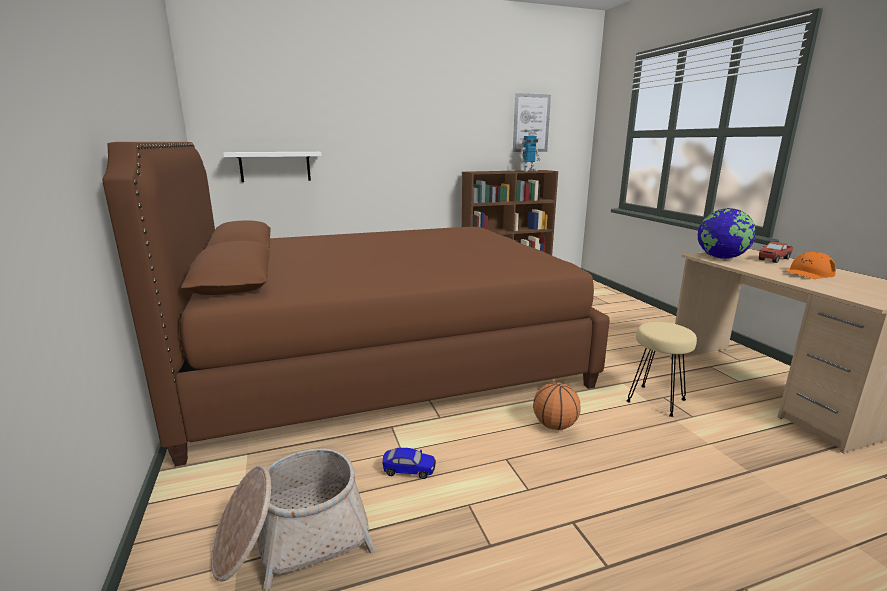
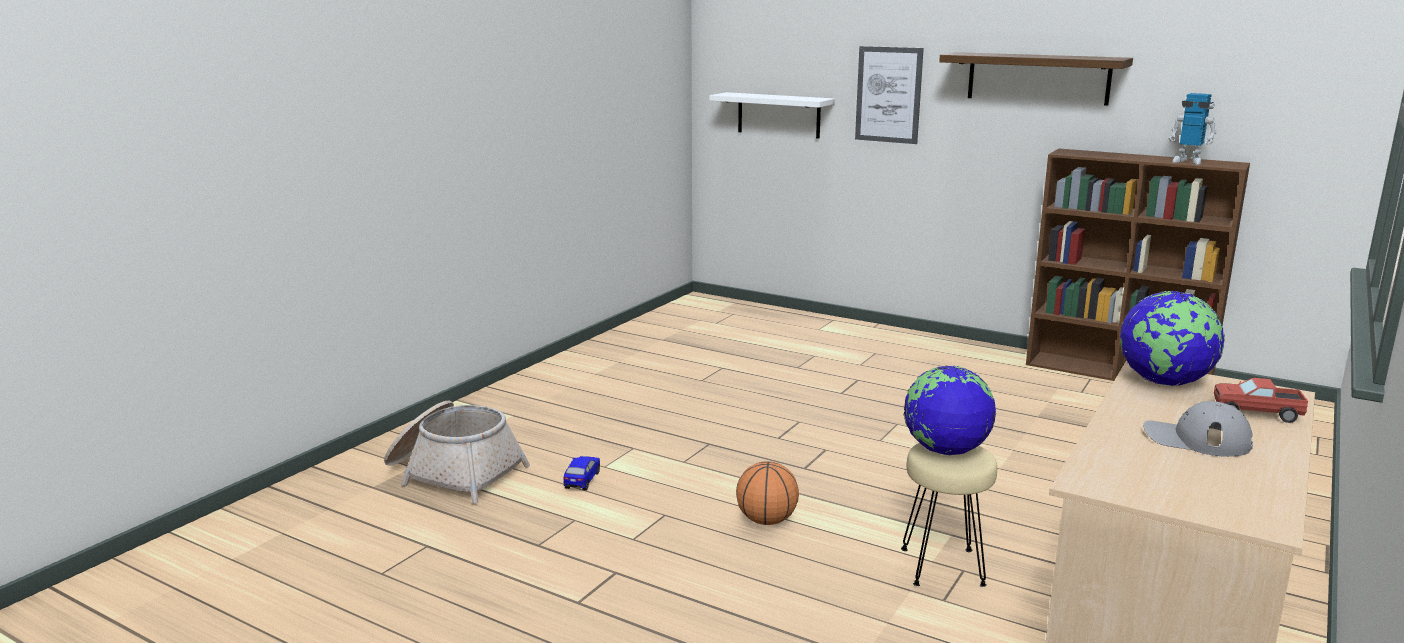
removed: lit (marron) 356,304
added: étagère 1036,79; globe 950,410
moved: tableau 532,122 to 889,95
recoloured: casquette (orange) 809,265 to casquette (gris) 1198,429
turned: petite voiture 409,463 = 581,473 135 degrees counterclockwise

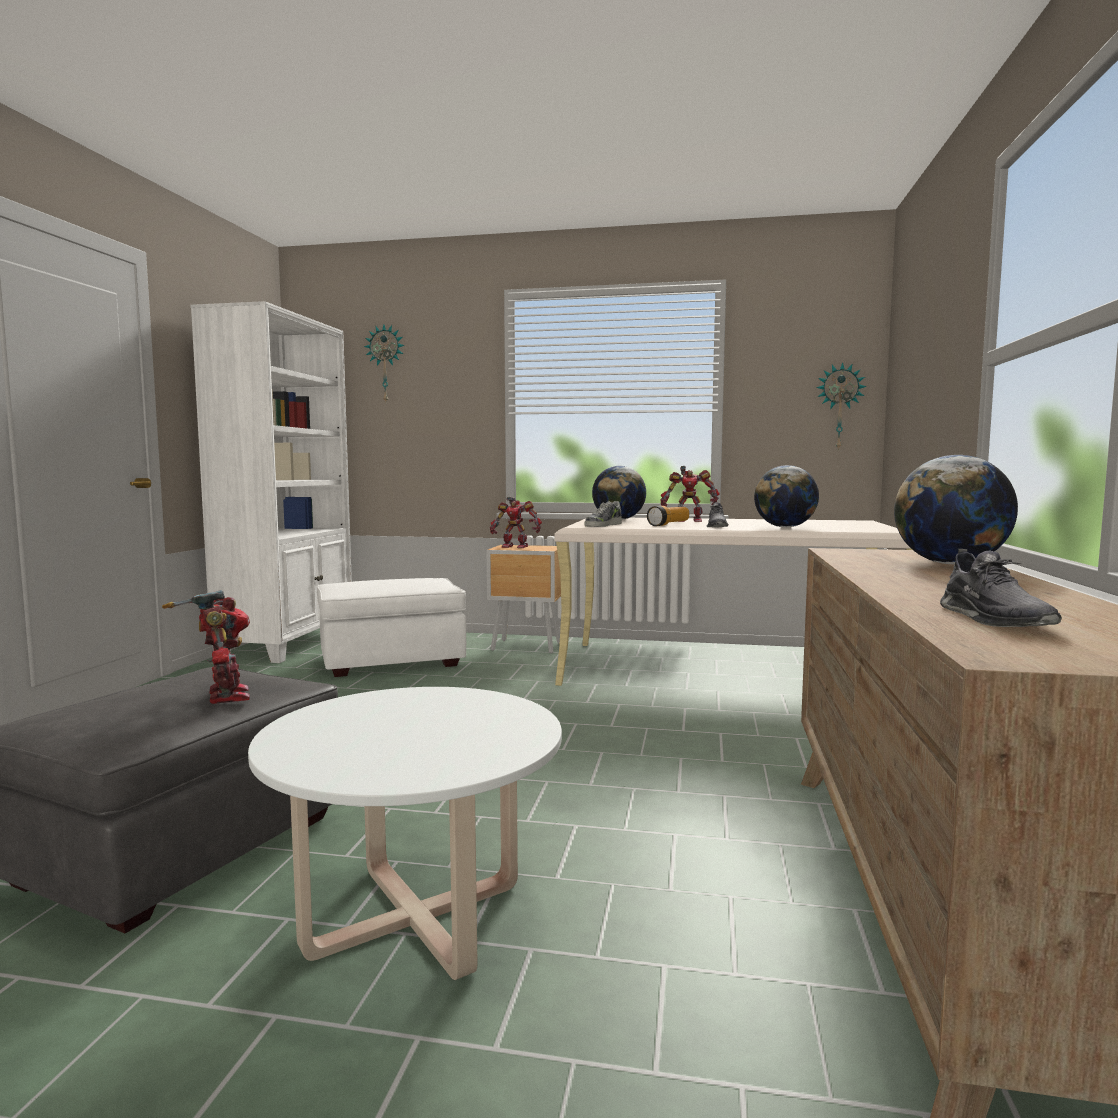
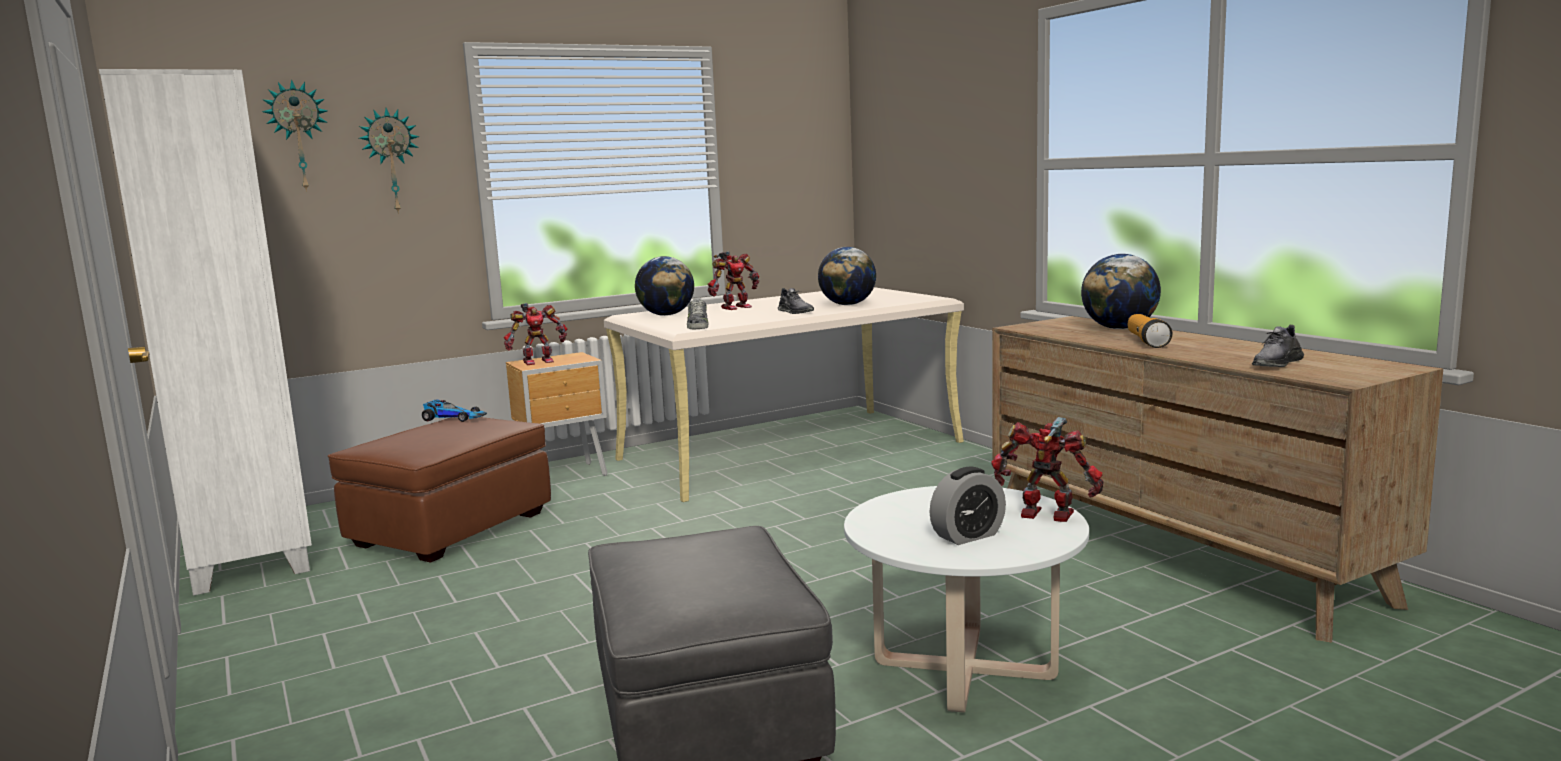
added: petite voiture 454,410; réveil 967,506
moved: horloge murale 841,406 to 389,161; lampe de poche 668,516 to 1150,331; robot jouet 206,647 to 1047,469
recoloured: pouf (blanc) 391,627 to pouf (marron) 439,490
turned: chaussure (gris) 1001,588 = 1278,346 90 degrees clockwise

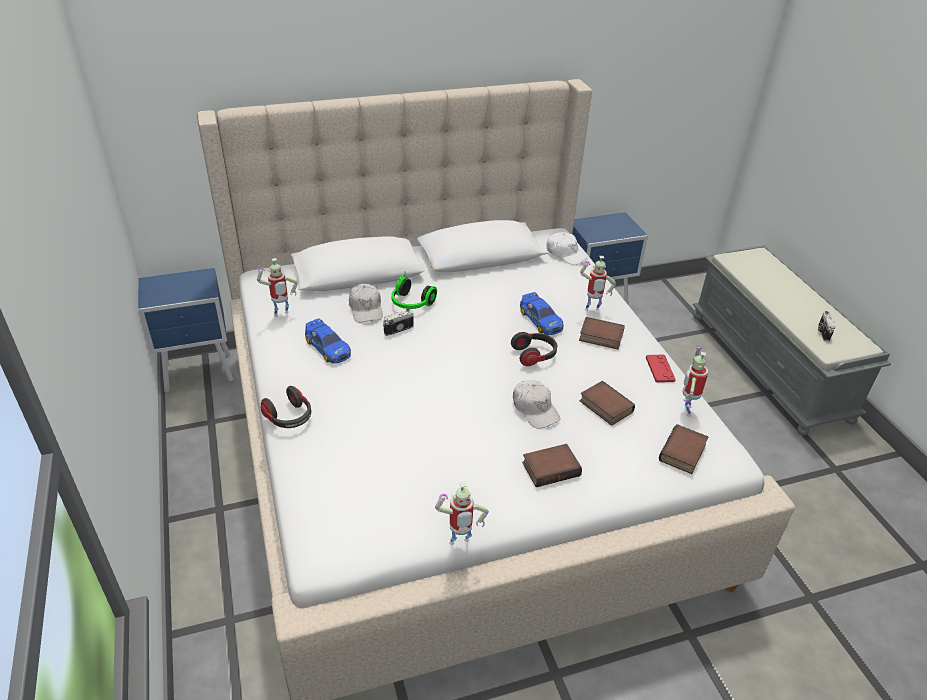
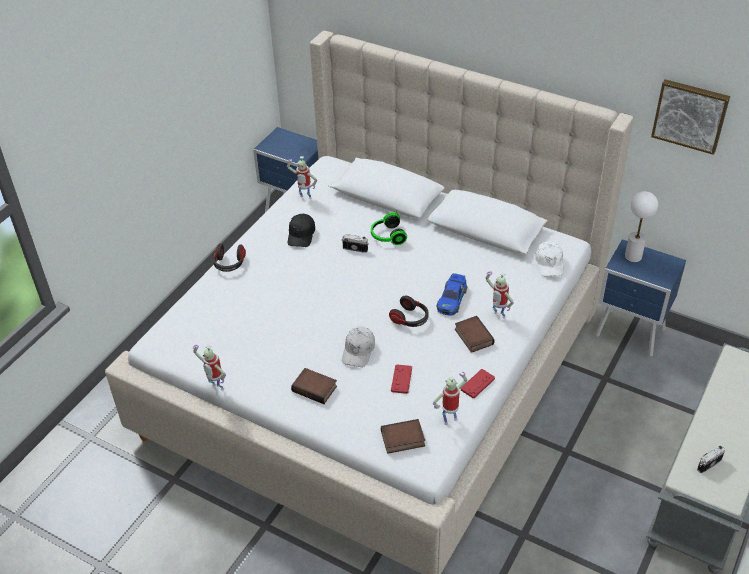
removed: casquette (blanc) 366,303
added: tableau 690,117; lampe de table (blanc) 641,226
replaced: petite voiture 328,341 to casquette (noir) 301,230; livre 607,403 to manette (rouge) 401,379

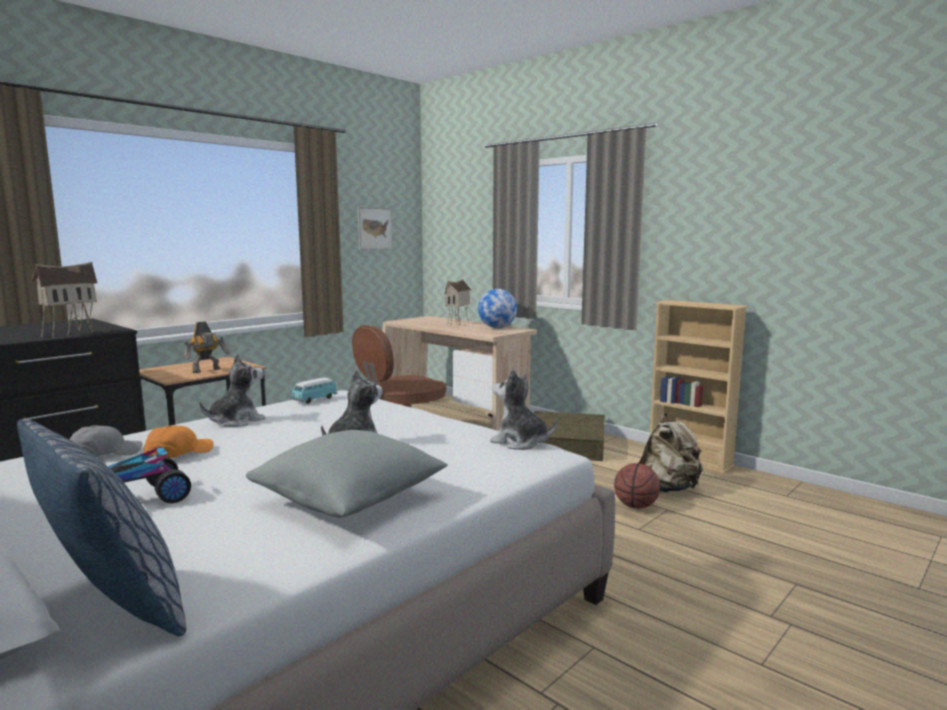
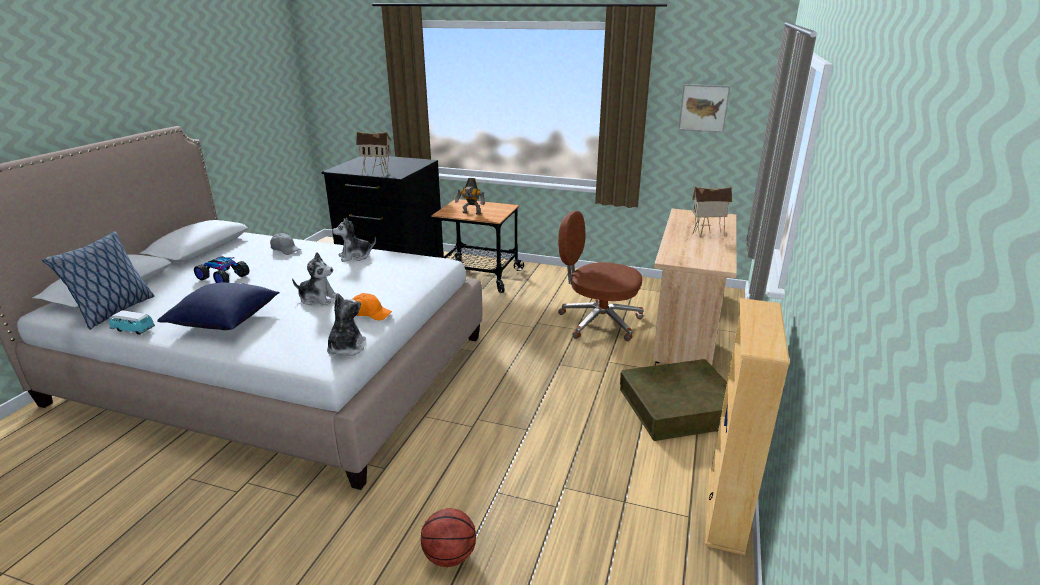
removed: globe 497,308; sac à dos (beige) 671,452
moved: petite voiture 314,390 to 132,322; casquette (orange) 178,442 to 372,306; ballon de basket 637,486 to 448,537
recoloured: coussin (gris) 347,474 to coussin (bleu) 218,306
turned: peluche 232,390 = 354,239 135 degrees clockwise

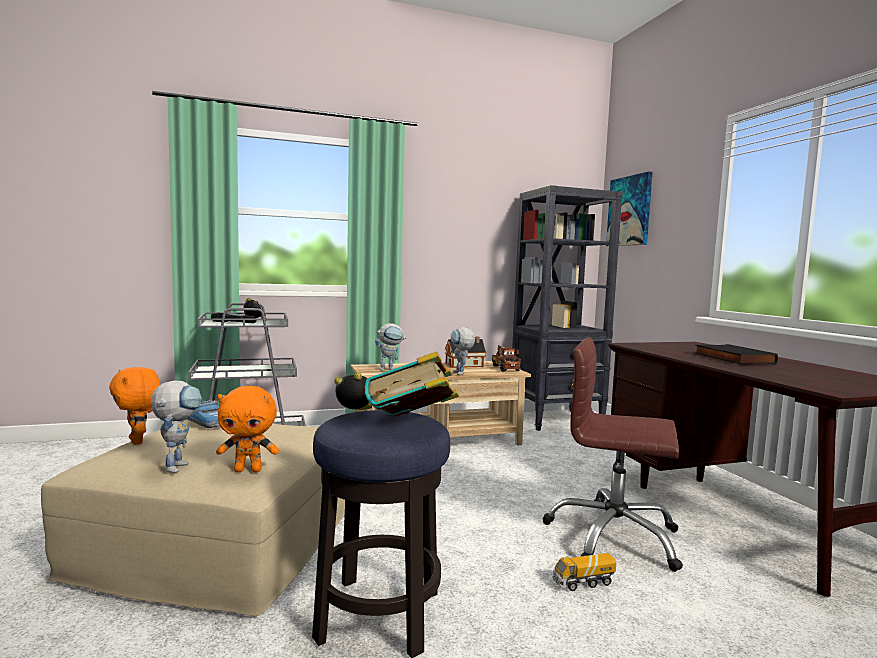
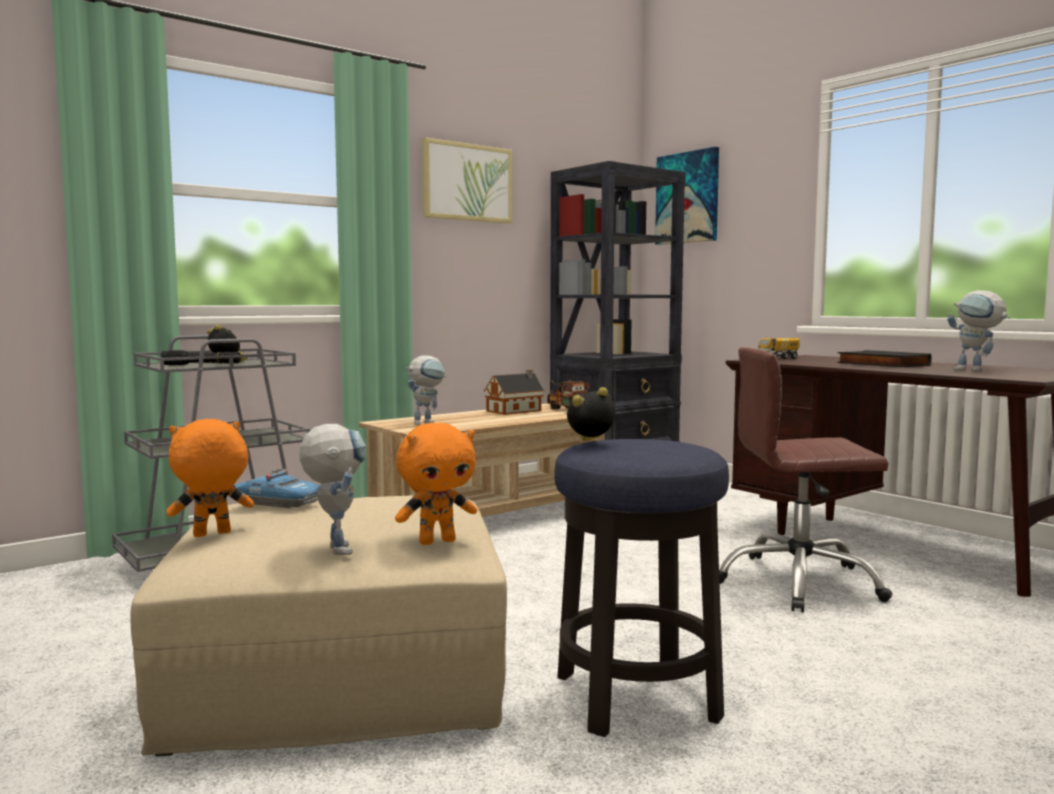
removed: livre 412,384
added: tableau 467,180
moved: robot jouet 463,351 to 978,330; camion jouet 584,572 to 779,348
turned: peluche (orange) 134,406 = 210,478 120 degrees clockwise

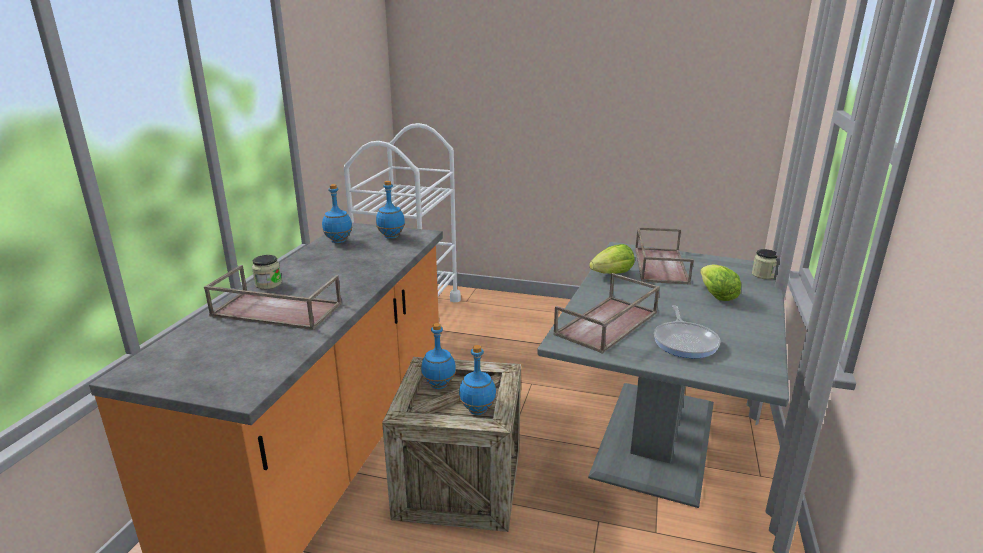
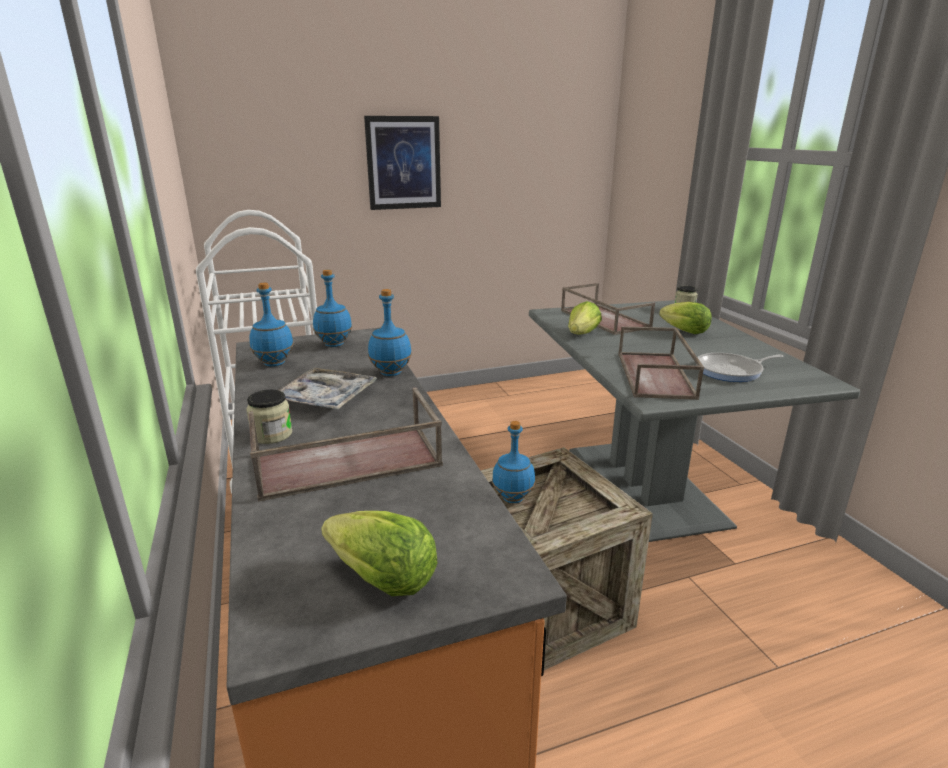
added: tableau 402,163; plateau 327,389; laitue 379,553
moved: bouteille (bleu) 477,380 to 390,332
turned: poêle 687,331 = 740,367 105 degrees clockwise

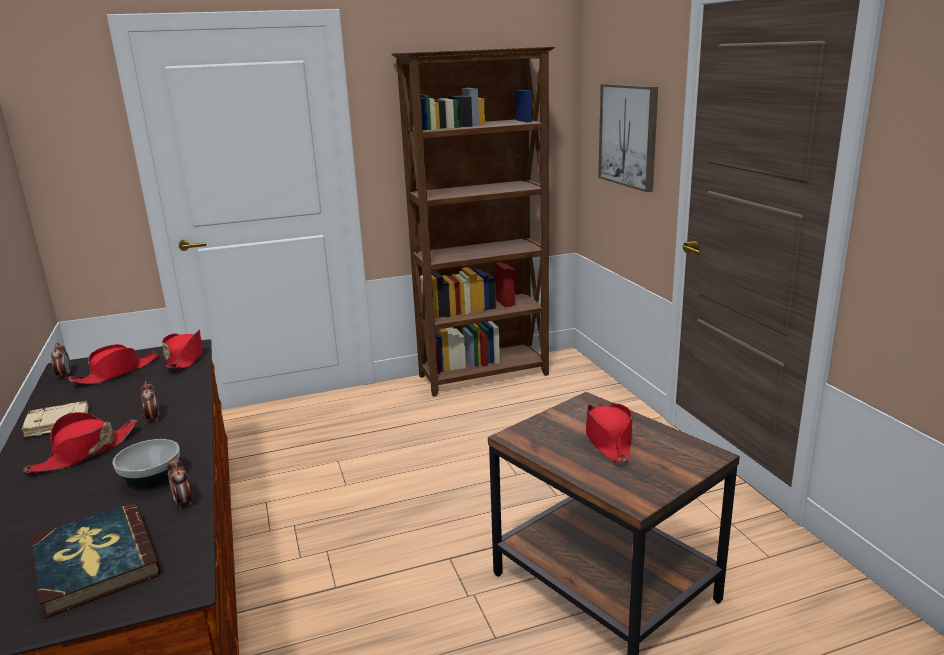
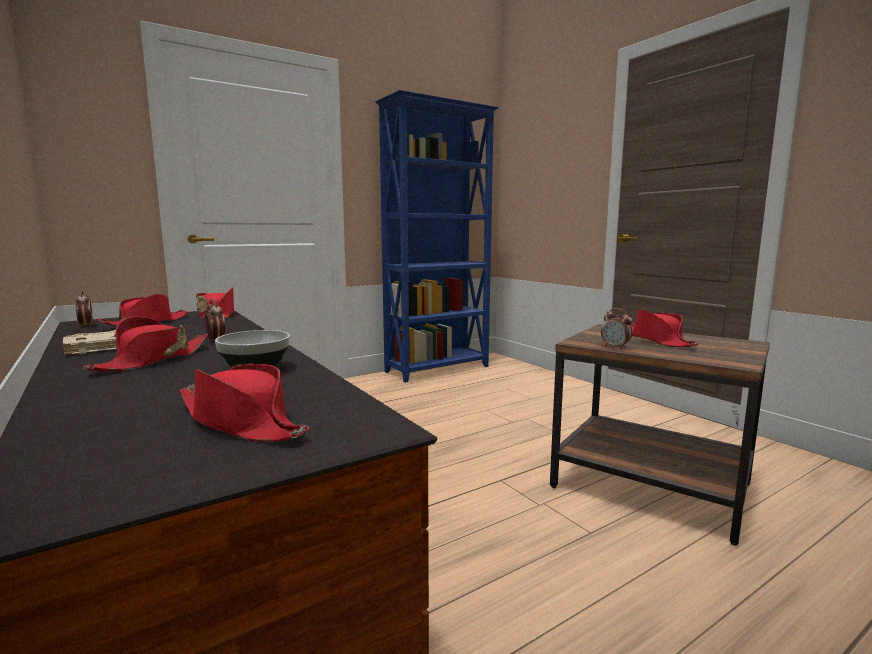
removed: tableau 628,138
moved: réveil 179,483 to 616,329
replaced: livre 95,561 to chapeau (rouge) 244,403
recoloured: bibliothèque (marron) 473,222 to bibliothèque (bleu) 437,236

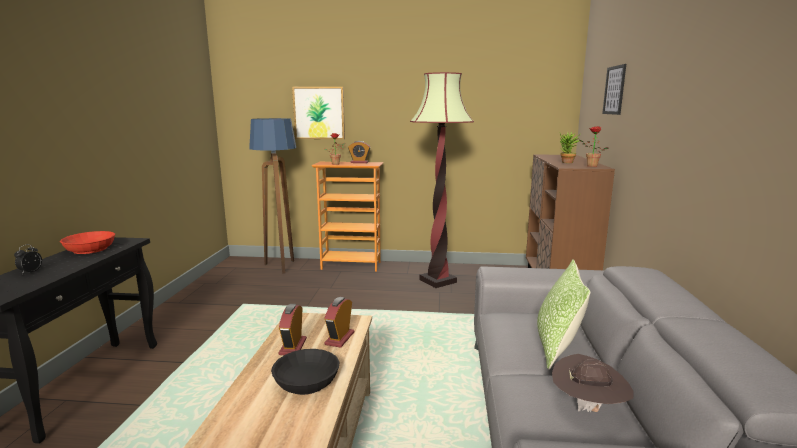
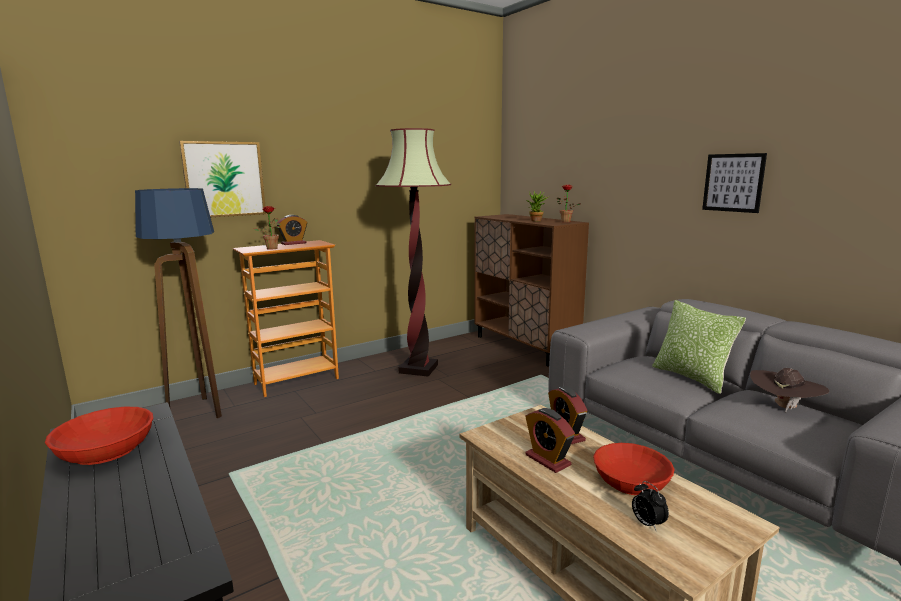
moved: tableau 614,89 to 734,183; réveil 28,259 to 650,505
recoloured: bol (noir) 305,372 to bol (rouge) 634,469

